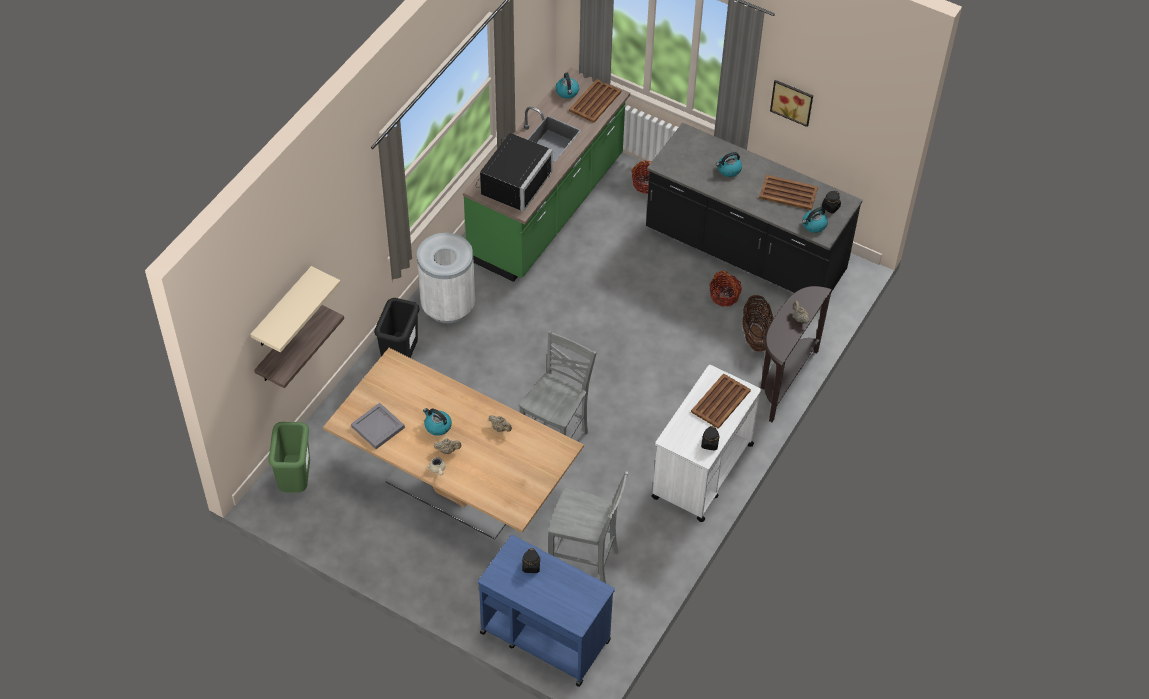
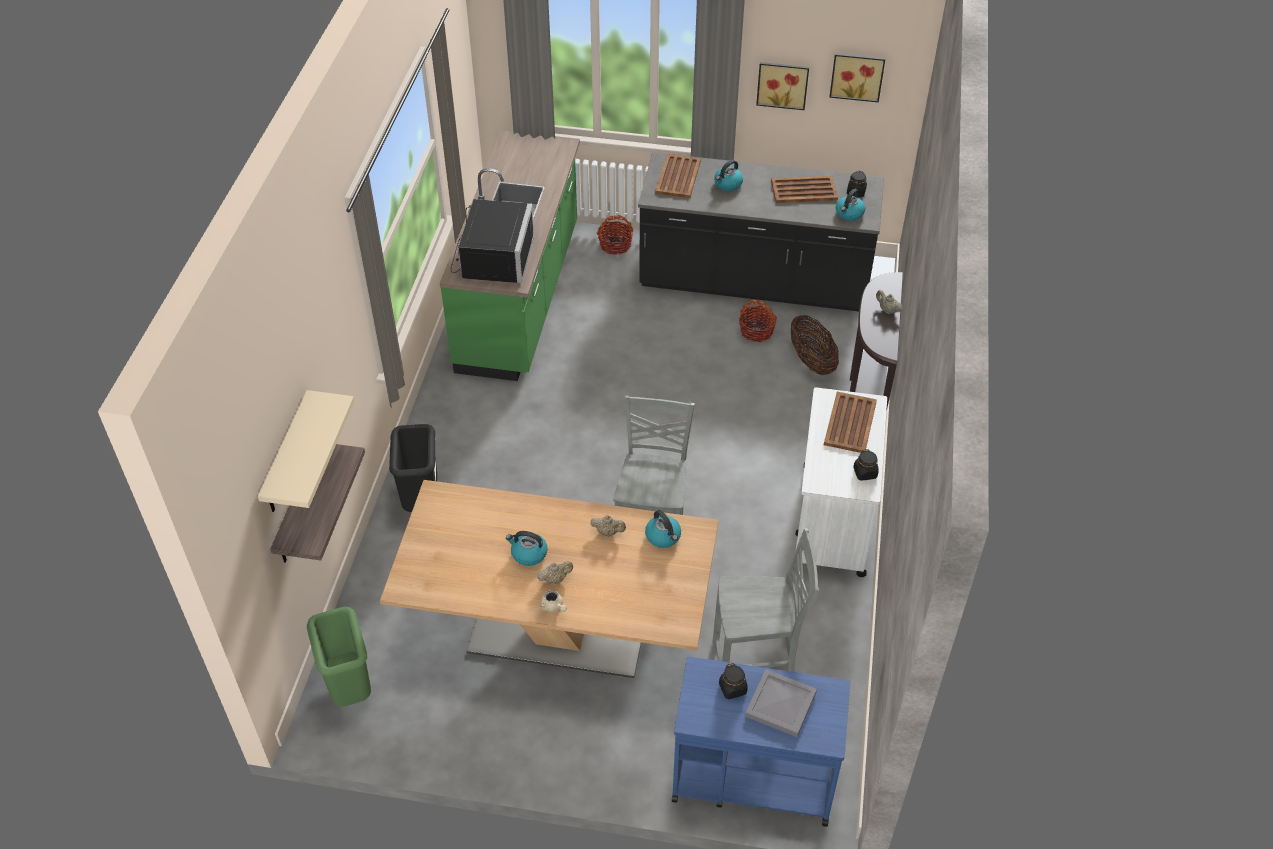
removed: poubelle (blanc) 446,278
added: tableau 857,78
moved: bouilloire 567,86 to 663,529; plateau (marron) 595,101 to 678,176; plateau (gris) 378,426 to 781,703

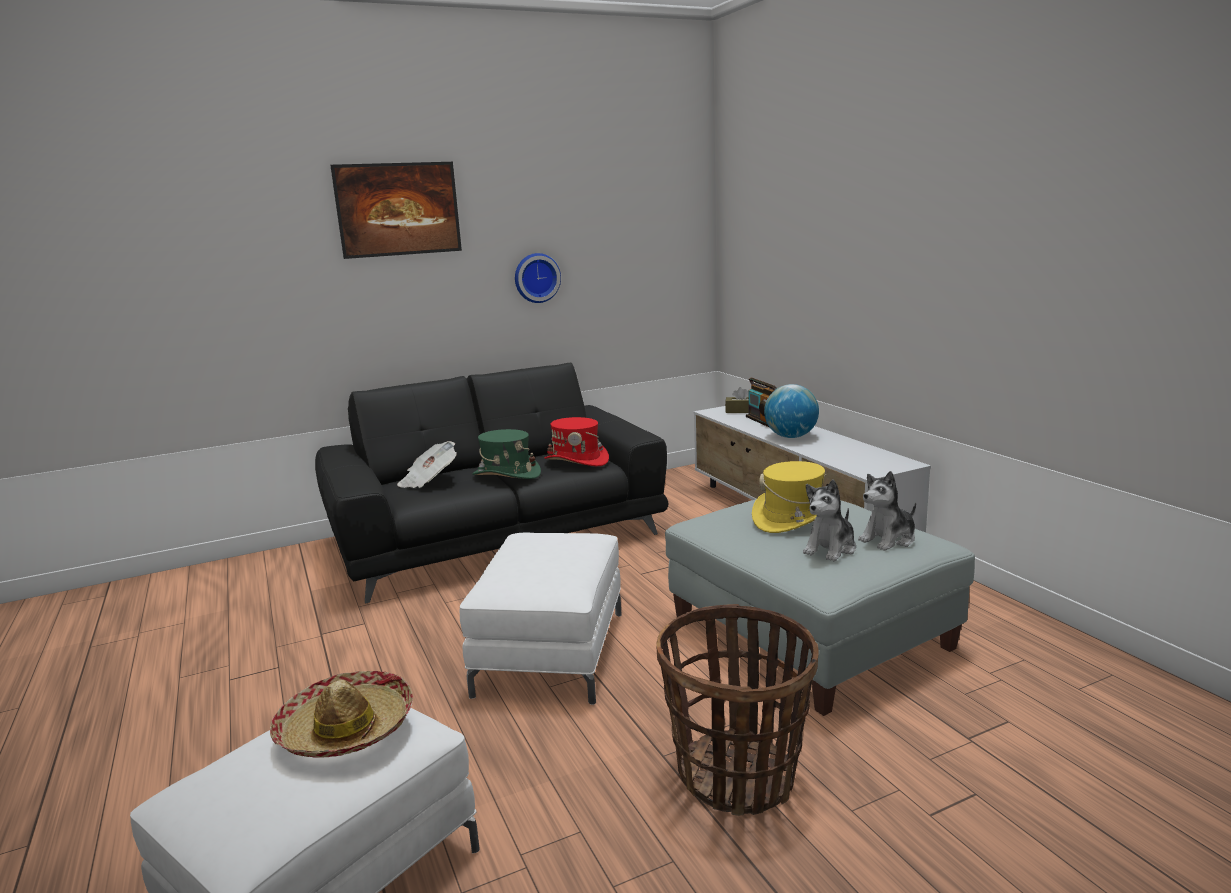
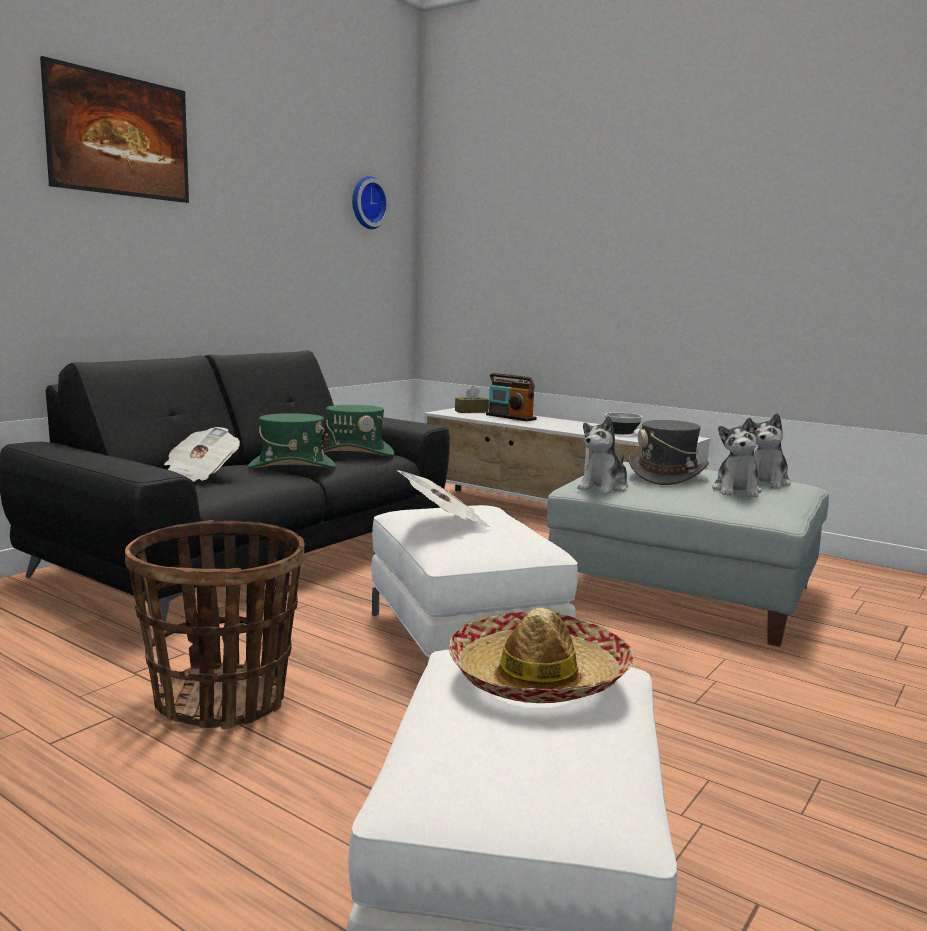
removed: globe 791,411
added: bol 623,424; peluche 602,455; journal 444,498
moved: horloge murale 538,278 to 370,202; panier 737,710 to 215,624
recoloured: chapeau (rouge) 576,441 to chapeau (vert) 359,430; chapeau (jaune) 789,497 to chapeau (gris) 668,452

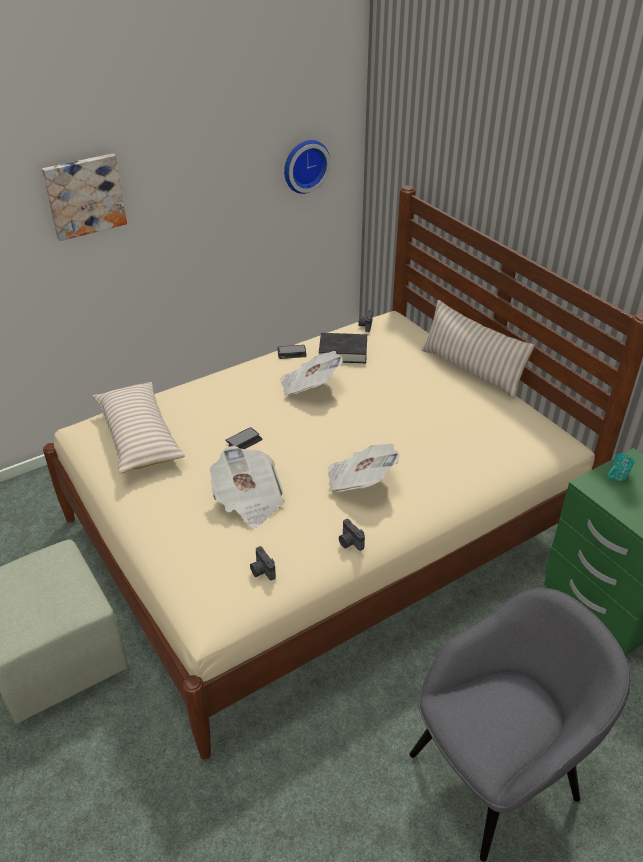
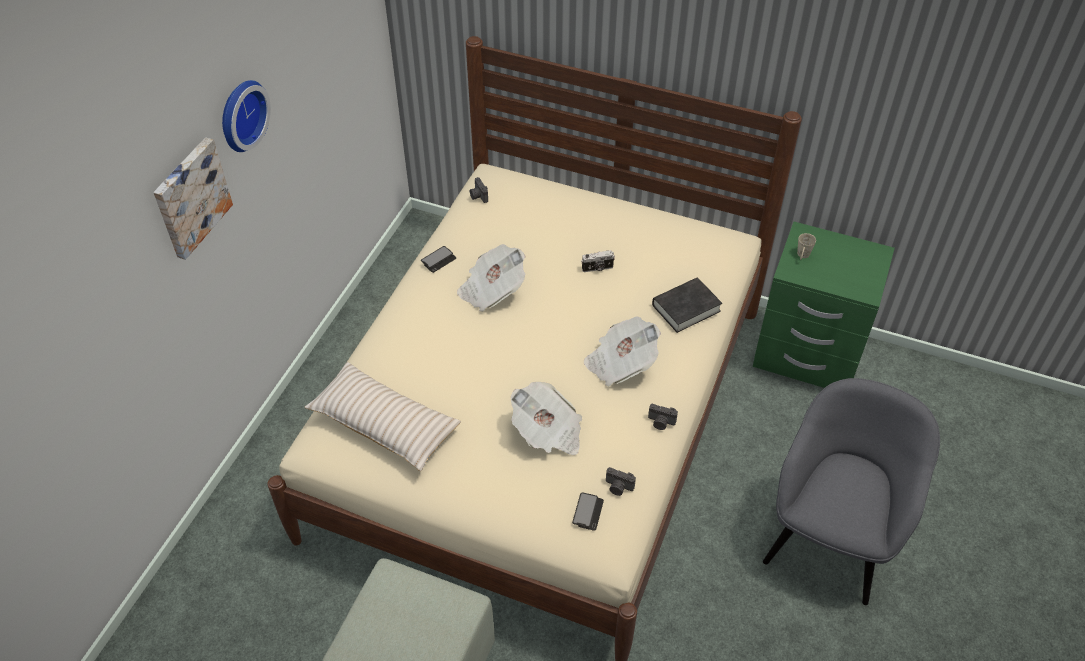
removed: coussin (beige) 478,349
added: appareil photo 598,261
moved: horloge murale 307,167 to 246,116; livre (noir) 343,348 to 687,305; téléphone 244,438 to 588,511
recoloured: mug (turquoise) 621,467 to mug (beige) 806,246

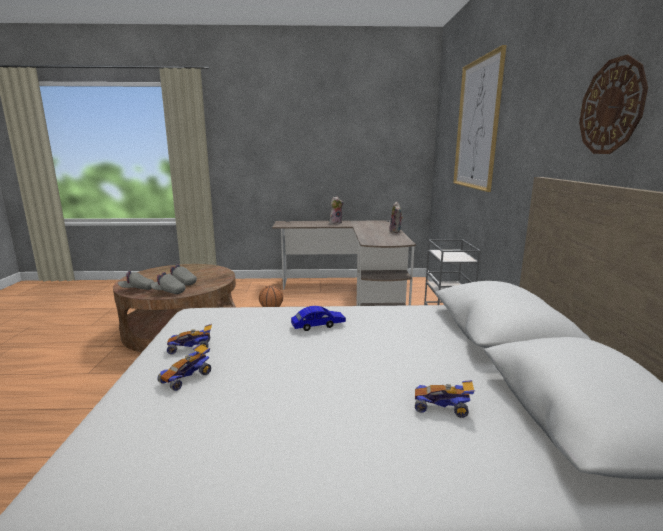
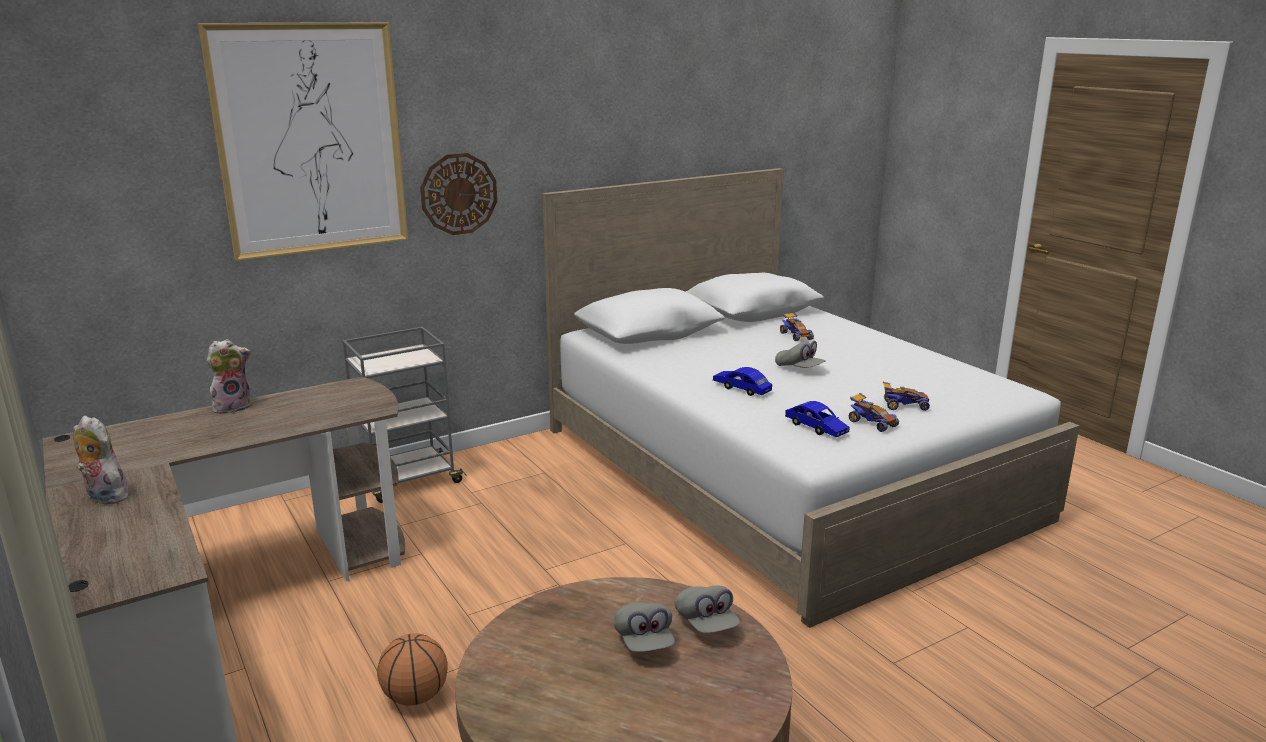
added: petite voiture (bleu) 817,419
moved: horloge murale 613,104 to 458,194; casquette (gris) 136,280 to 800,354

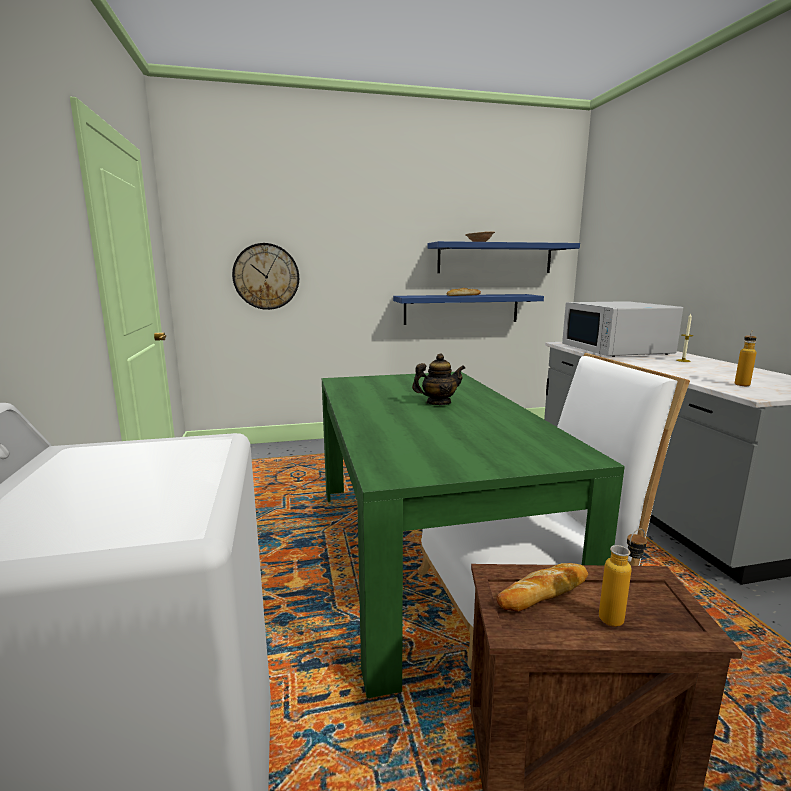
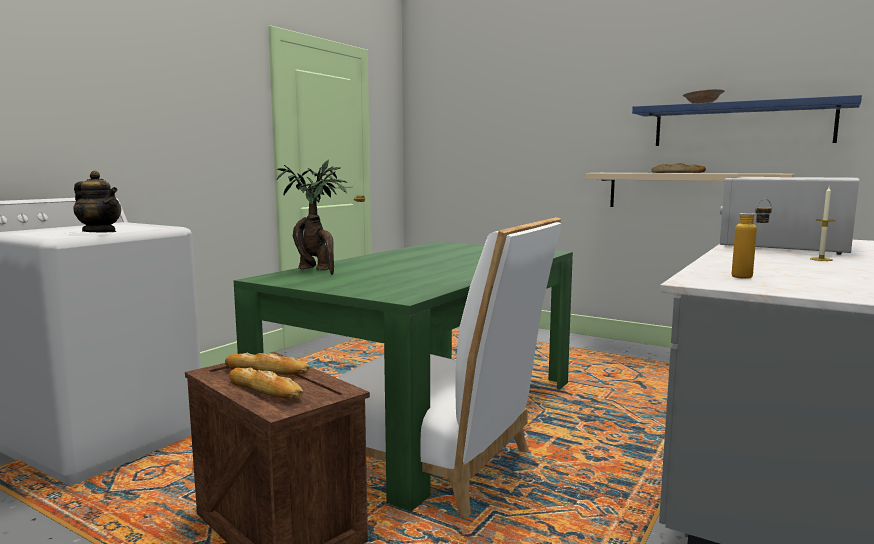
removed: horloge murale 265,276
added: plante en pot 311,217
moved: théière 438,379 to 97,201
replaced: bouteille 623,577 to pain 266,382
recoloured: étagère (bleu) 468,309 to étagère (beige) 690,190

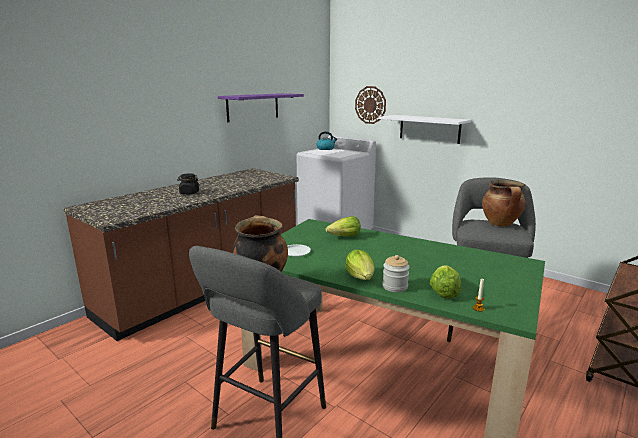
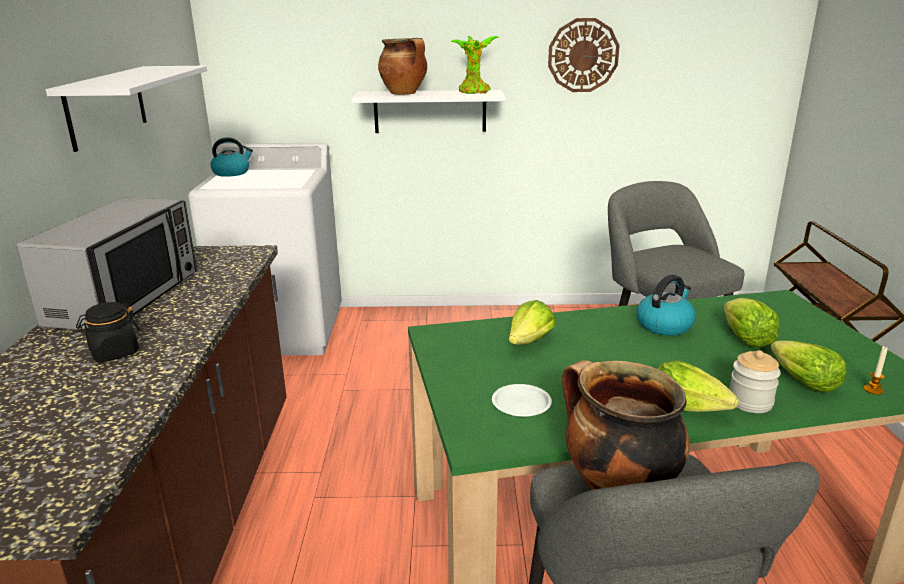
added: plante en pot 475,65; micro-ondes 107,264; bouilloire 666,305; laitue 752,323
moved: horloge murale 370,105 to 584,55; marmite 504,203 to 402,66
recoloured: étagère (violet) 261,107 to étagère (blanc) 126,109

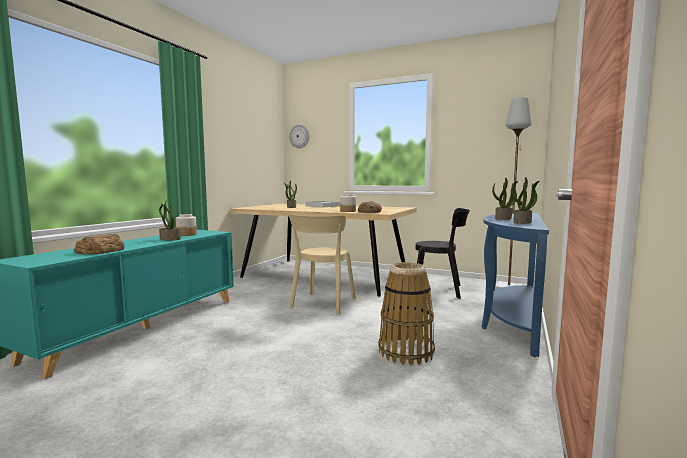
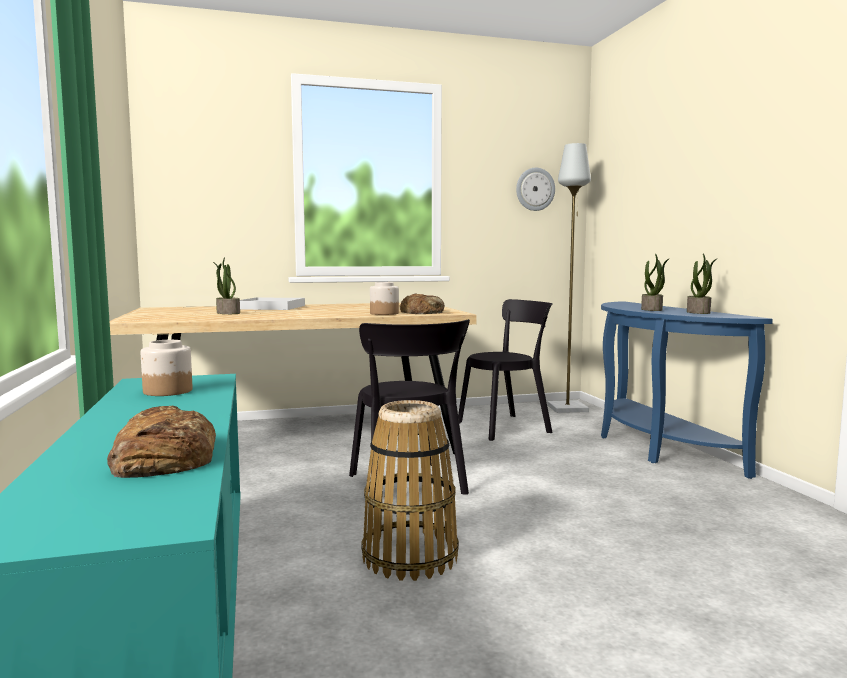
removed: plante en pot 170,220
moved: horloge murale 299,136 to 535,189; panier 406,313 to 410,490
recoloured: chaise (beige) 322,264 to chaise (noir) 409,409

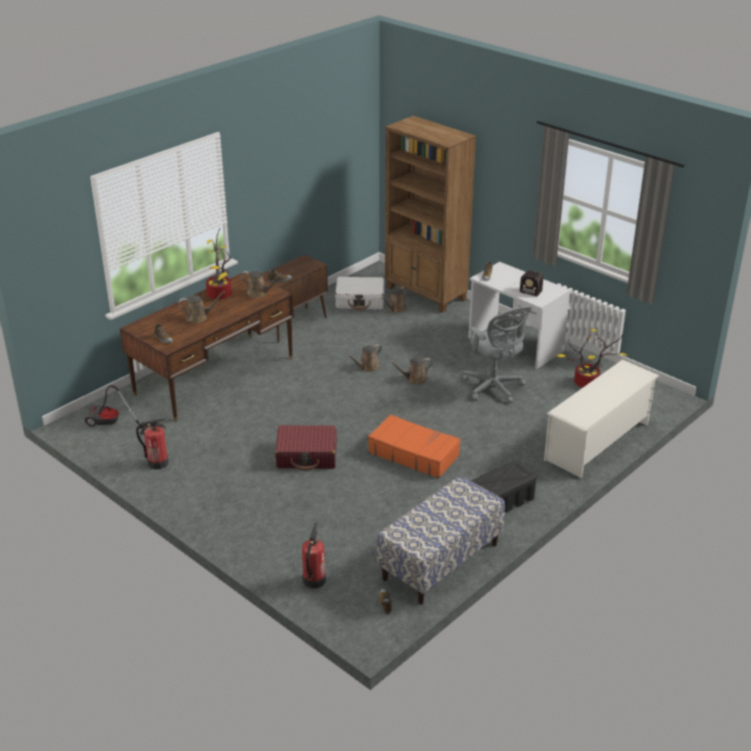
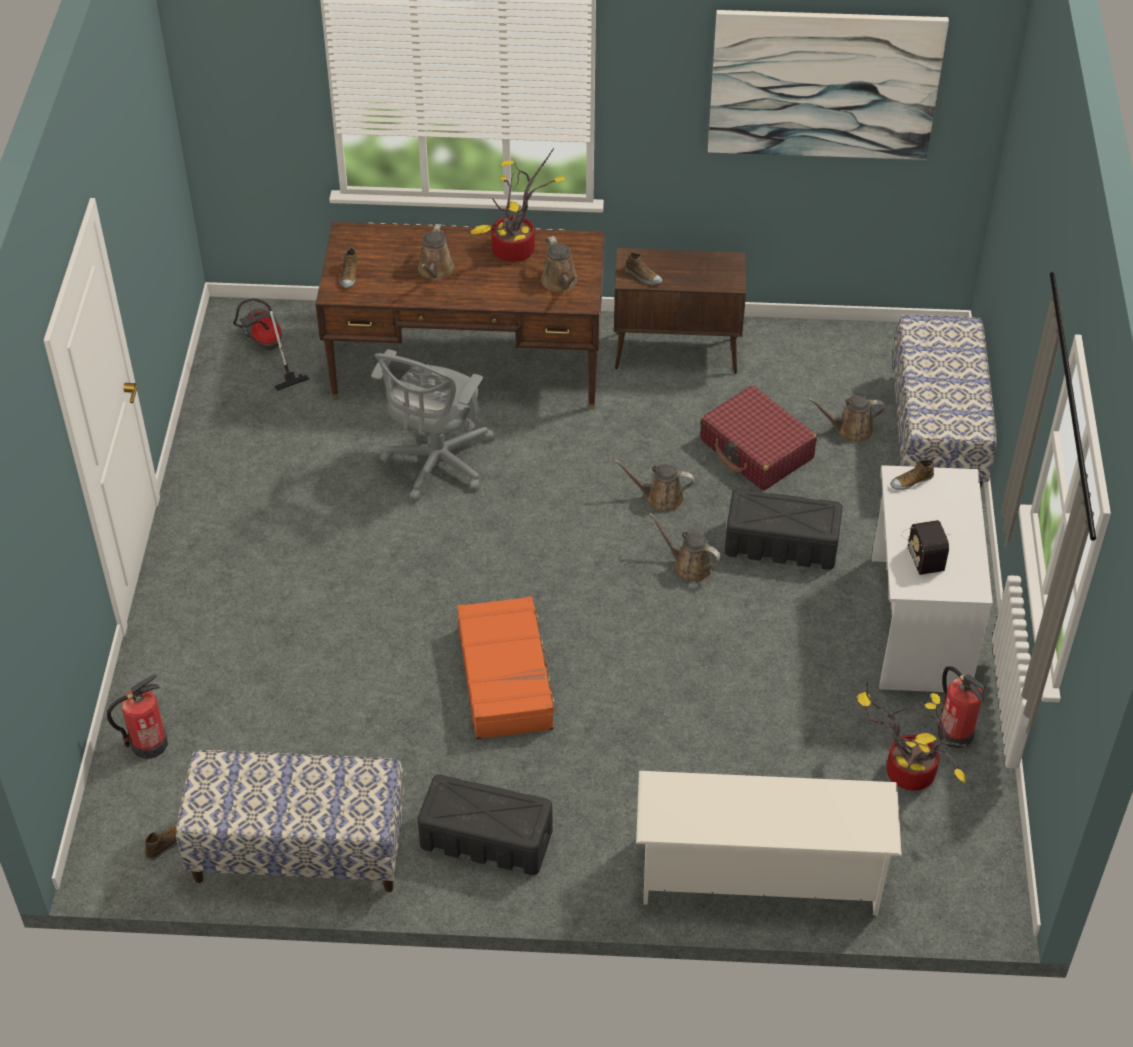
removed: valise (blanc) 360,293
added: tableau 828,85; boîte de rangement (noir) 783,529
moved: chaise de bureau (gris) 497,355 to 433,425; extincteur 152,444 to 961,707; valise (rouge) 306,448 to 758,437
replaced: bibliothèque (marron) 430,214 to banc 944,402
turned: arrosoir (marron) 201,307 = 436,252 60 degrees clockwise

